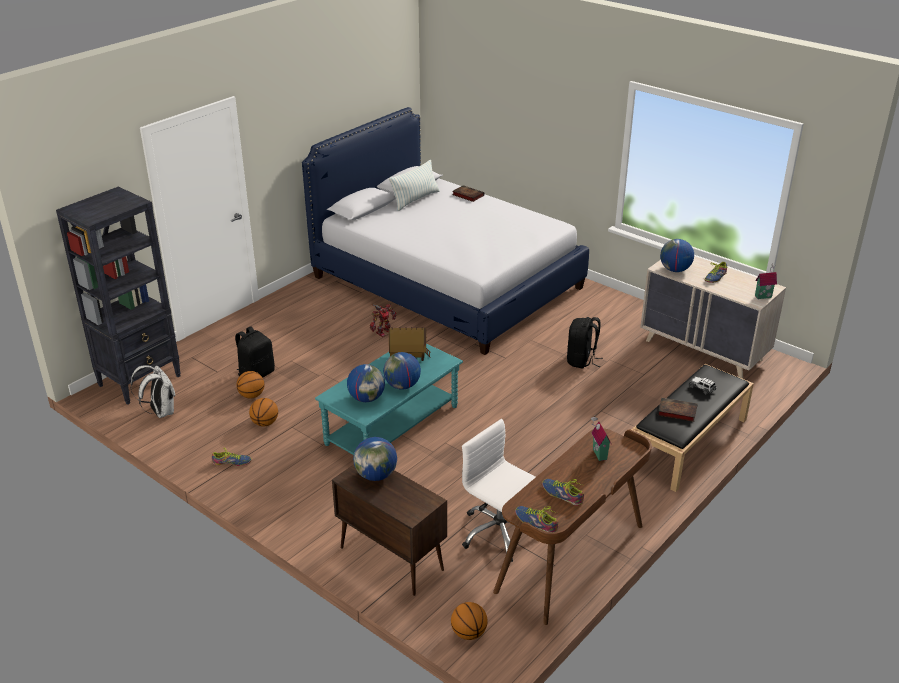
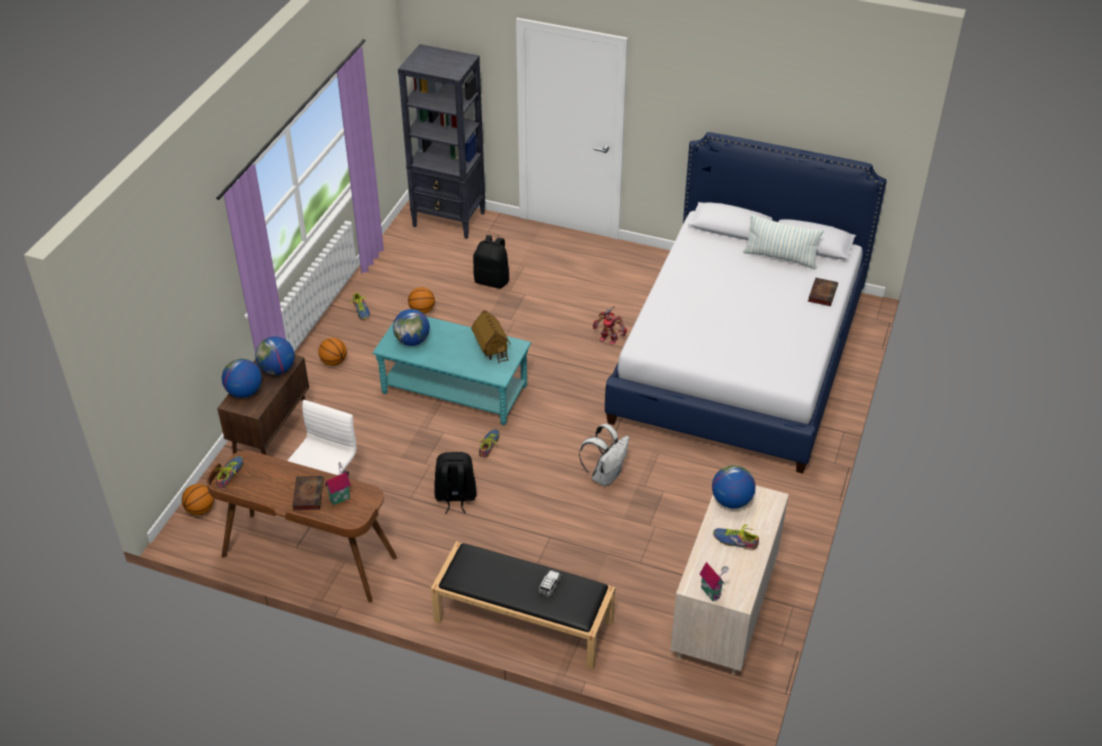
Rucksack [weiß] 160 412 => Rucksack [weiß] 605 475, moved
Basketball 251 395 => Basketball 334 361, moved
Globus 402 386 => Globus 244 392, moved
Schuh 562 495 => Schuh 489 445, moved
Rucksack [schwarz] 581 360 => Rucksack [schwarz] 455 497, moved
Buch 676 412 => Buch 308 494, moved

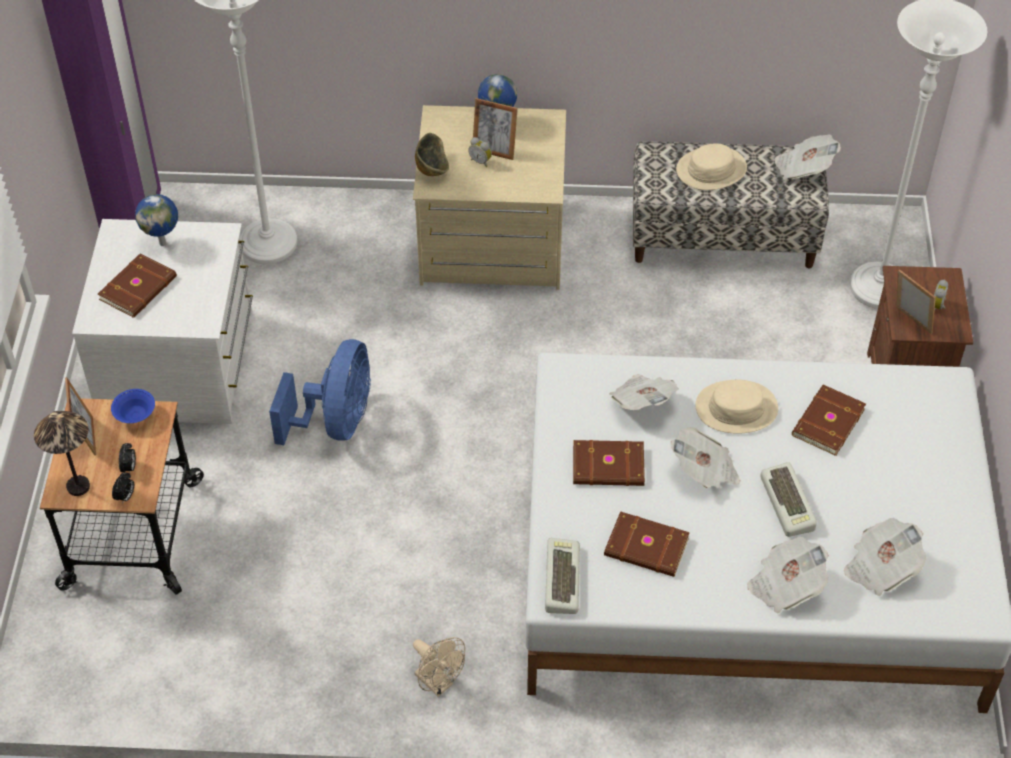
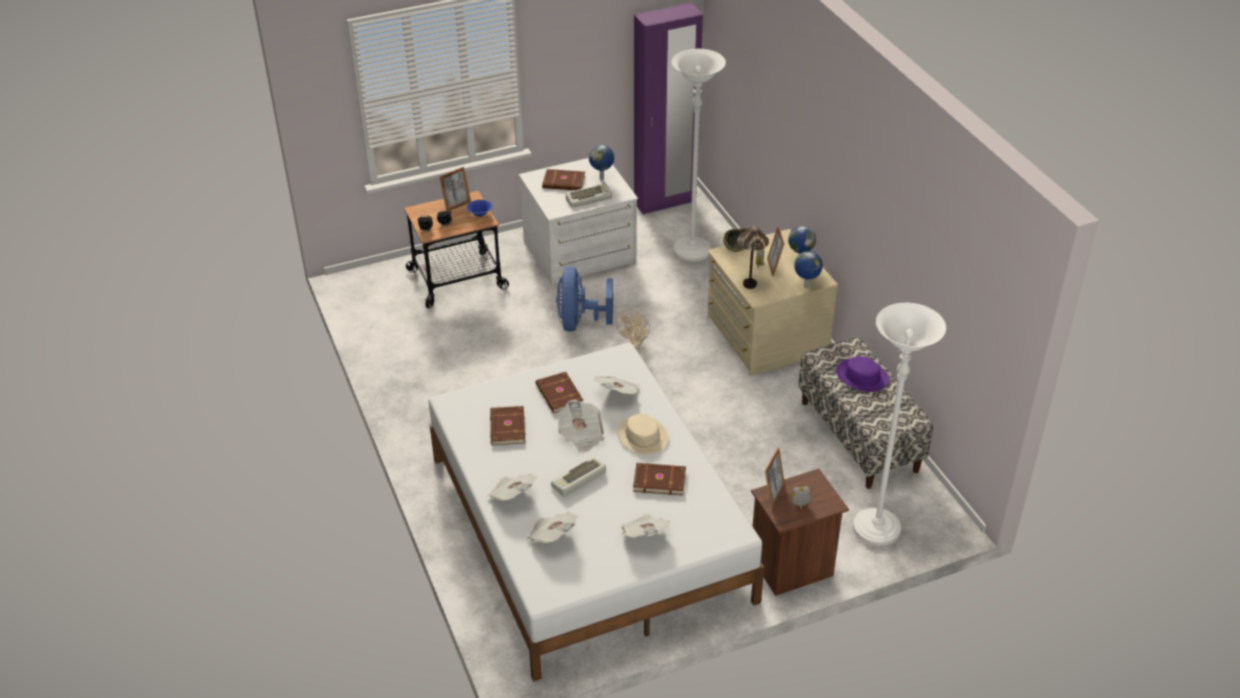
nothing => Globus 806 287
Tischlampe 78 486 => Tischlampe 750 284, moved
Ventilator [beige] 438 683 => Ventilator [beige] 634 344, moved
Tastatur 560 579 => Tastatur 589 198, moved
Zeitung 803 168 => Zeitung 645 535, moved
Hut [beige] 711 170 => Hut [lila] 862 376
Ventilator [blau] 336 422 => Ventilator [blau] 579 322, 105 degrees clockwise

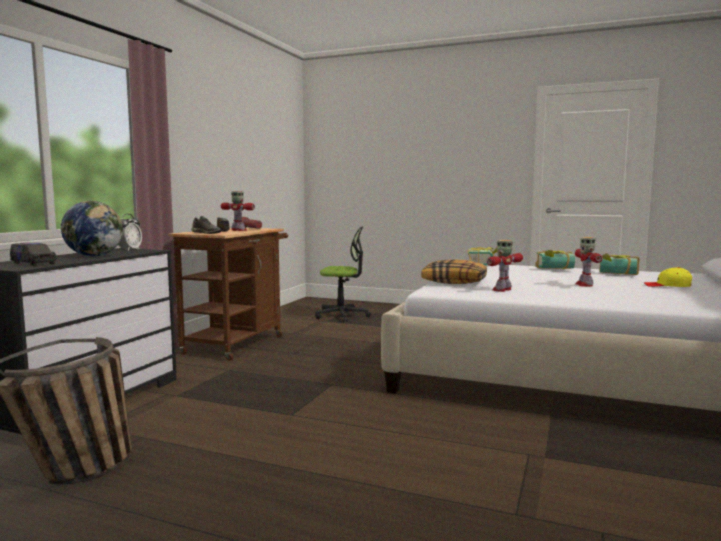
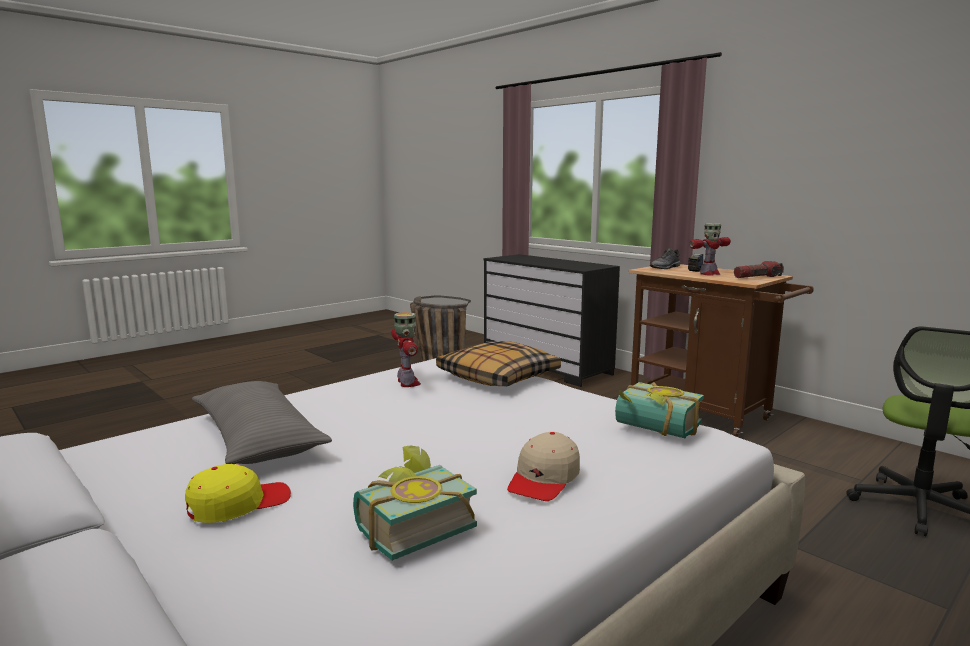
Spielzeuglaster 33 263 => nothing
Globus 94 256 => nothing
Wecker 129 250 => nothing
Spielzeugroboter 584 285 => nothing
nothing => Kissen [grau] 257 438
Buch 555 269 => Kappe [beige] 544 479

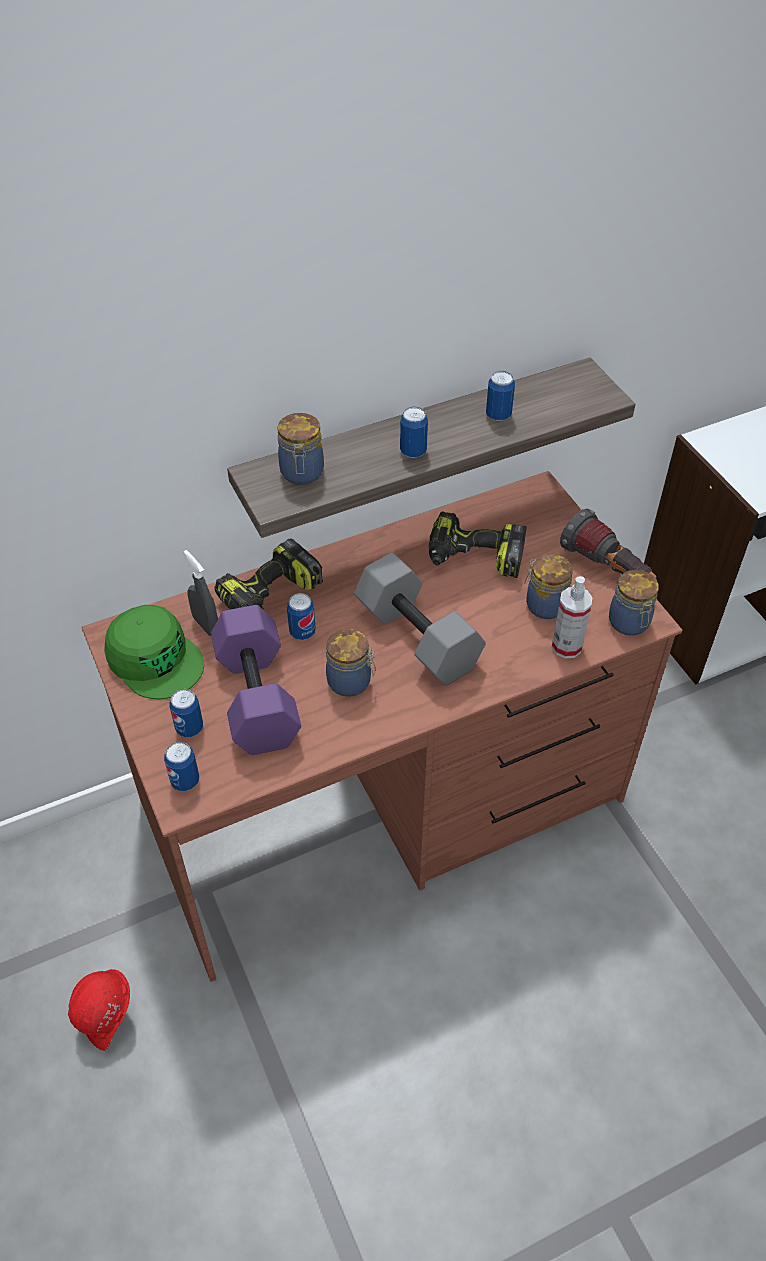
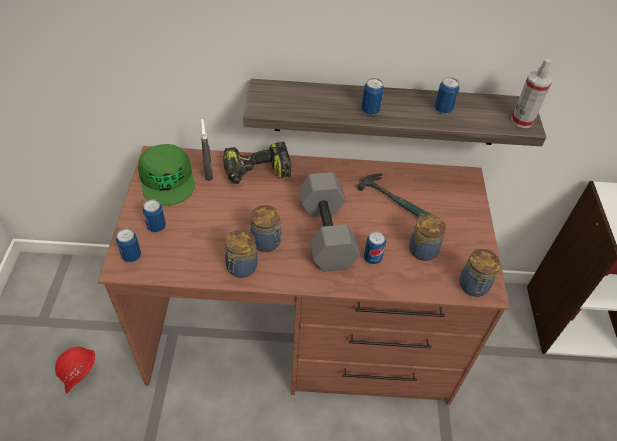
Hantel [lila] 259 698 => nothing
Taschenlampe 607 570 => nothing
Vorratsglas 302 473 => Vorratsglas 241 268, moved
Dose 302 632 => Dose 372 258, moved
Sprühflasche 566 646 => Sprühflasche 522 120, moved
Bohrmaschine 474 557 => Hammer 395 201

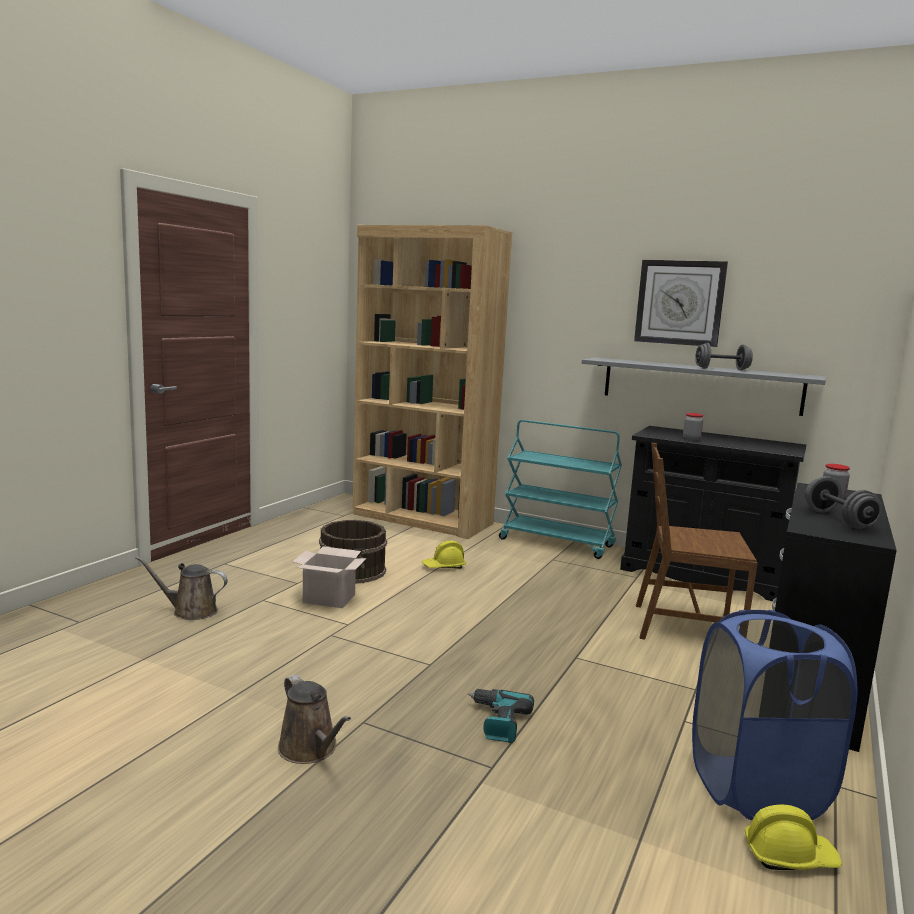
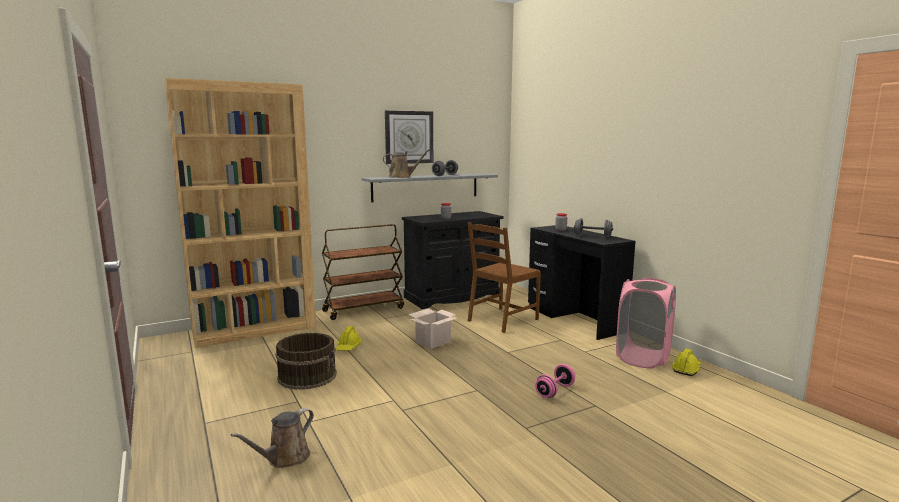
Gießkanne [braun] 310 749 => Gießkanne [braun] 402 177, moved
Karton 330 598 => Karton 433 341, moved
Bohrmaschine 497 722 => Hantel [rosa] 555 391
Rollwagen [türkis] 557 543 => Rollwagen [braun] 364 309
Wäschekorb [blau] 757 789 => Wäschekorb [rosa] 643 358

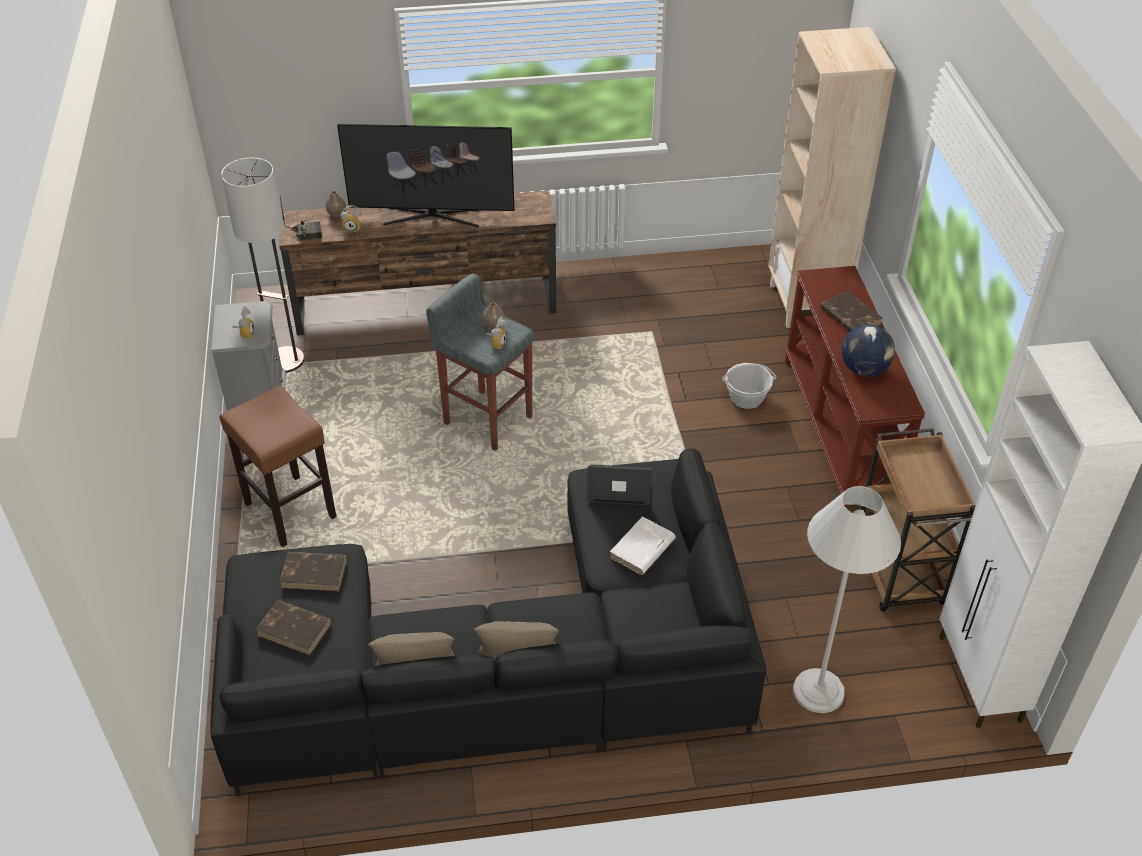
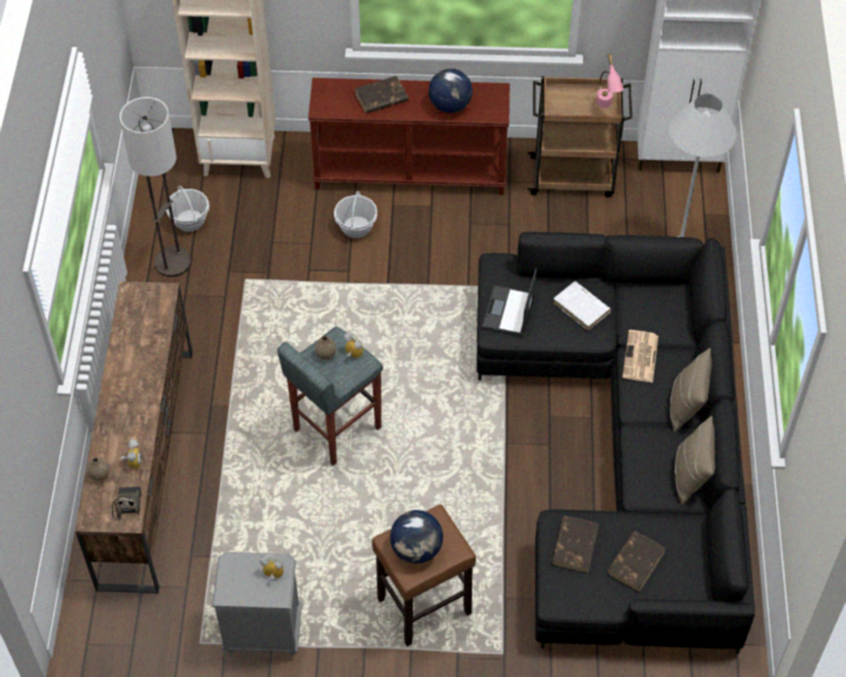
Fernseher 432 216 => nothing
nothing => Korb 189 220
nothing => Globus 416 550
nothing => Tischlampe [rosa] 606 108
nothing => Zeitung 640 357
Stehlampe 285 360 => Stehlampe 172 262, moved

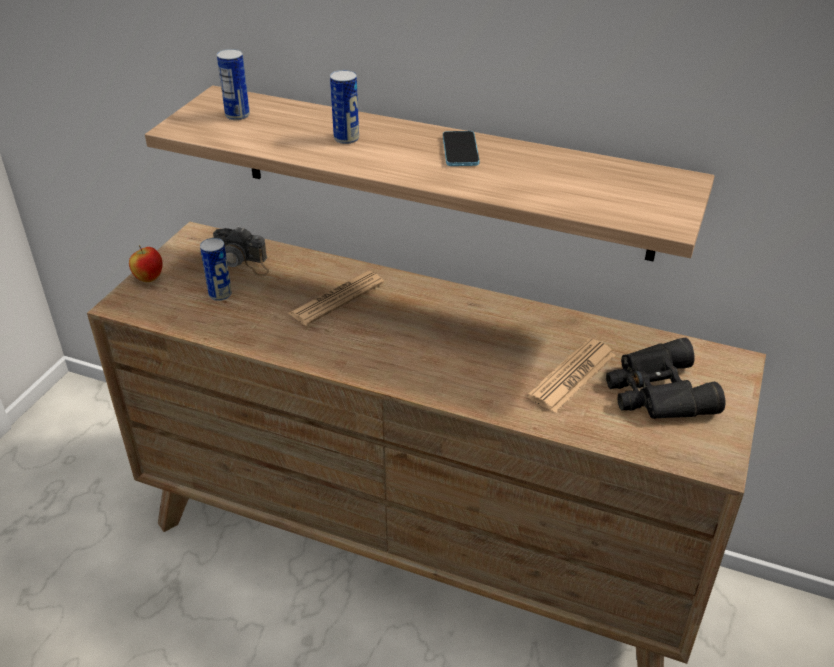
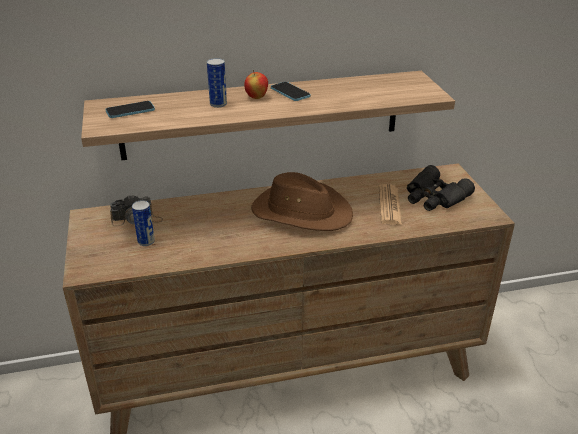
Zeitung 337 299 => nothing
nothing => Hut [braun] 301 212
Apfel 149 278 => Apfel 256 97, moved
Dose 237 115 => Handy 130 111

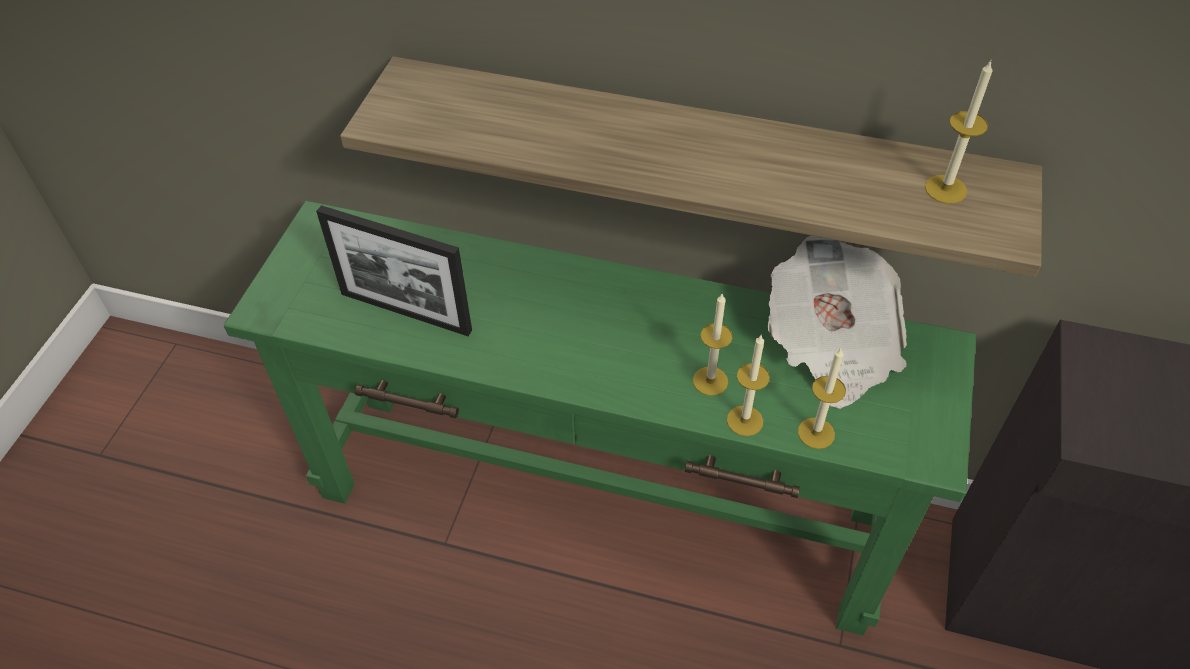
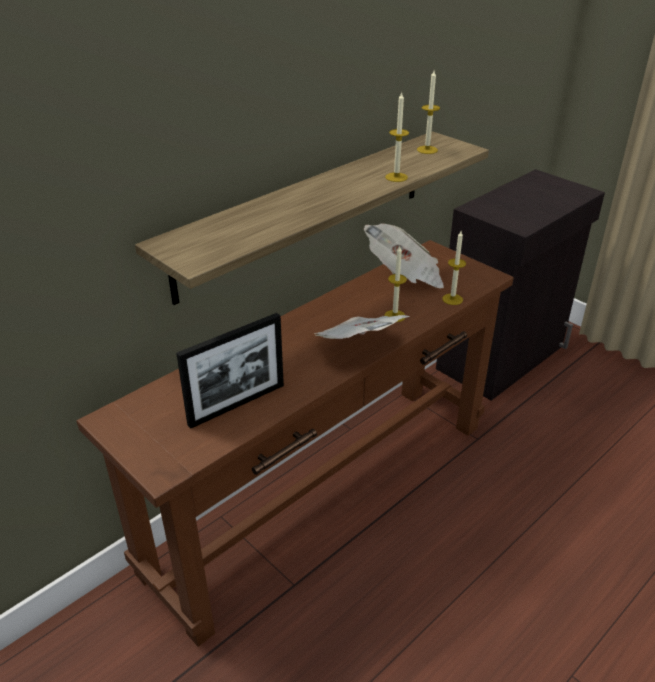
nothing => Zeitung 359 346
Kerze 745 420 => Kerze 396 177, moved
Konsolentisch [grün] 599 502 => Konsolentisch [braun] 324 493

